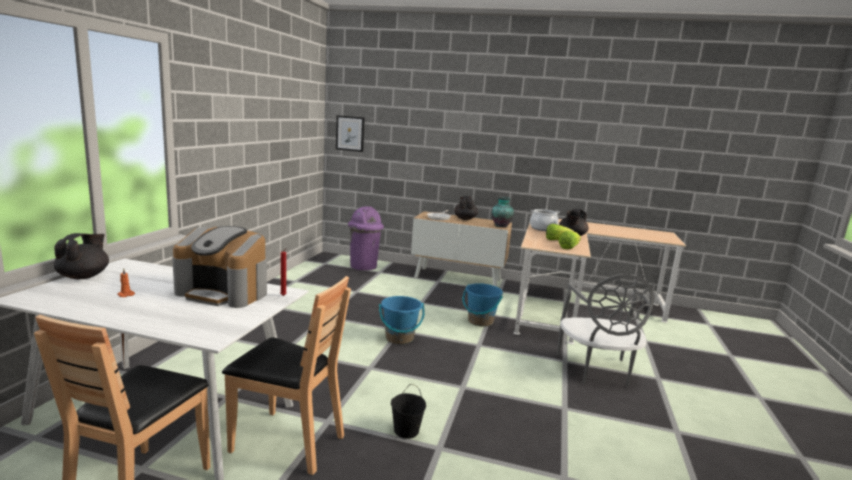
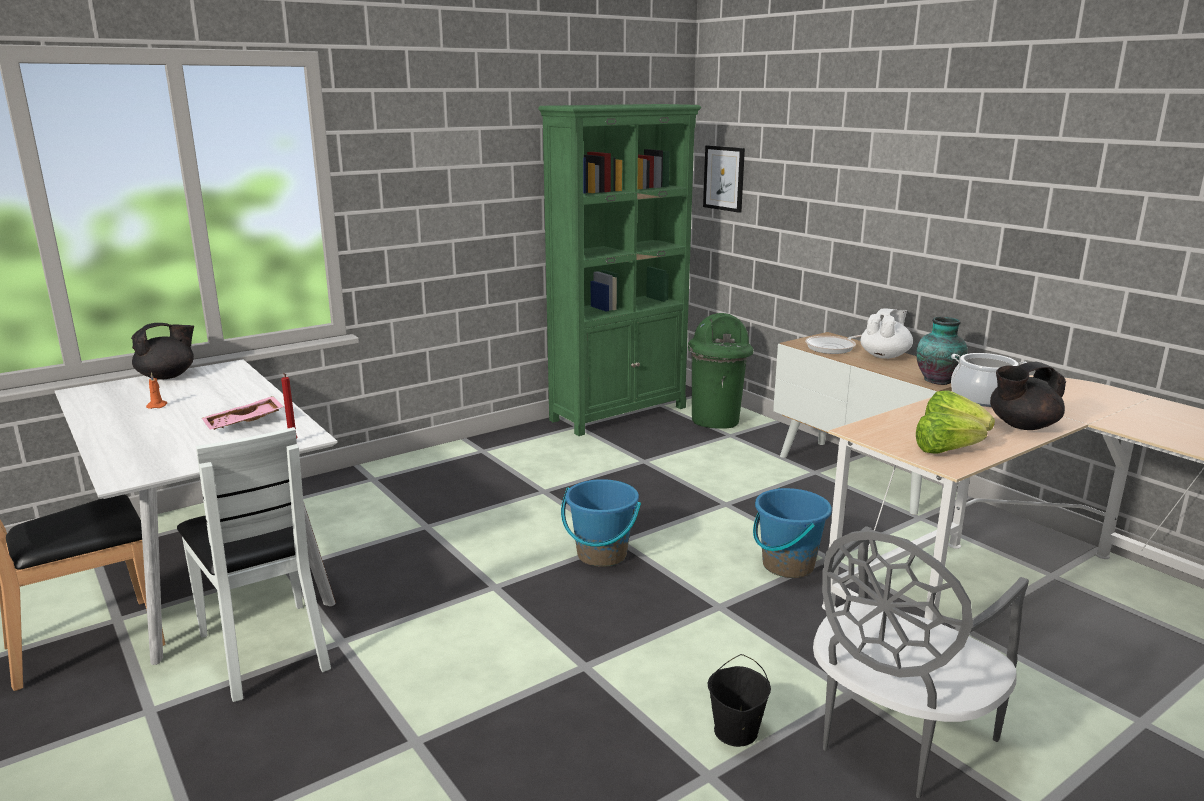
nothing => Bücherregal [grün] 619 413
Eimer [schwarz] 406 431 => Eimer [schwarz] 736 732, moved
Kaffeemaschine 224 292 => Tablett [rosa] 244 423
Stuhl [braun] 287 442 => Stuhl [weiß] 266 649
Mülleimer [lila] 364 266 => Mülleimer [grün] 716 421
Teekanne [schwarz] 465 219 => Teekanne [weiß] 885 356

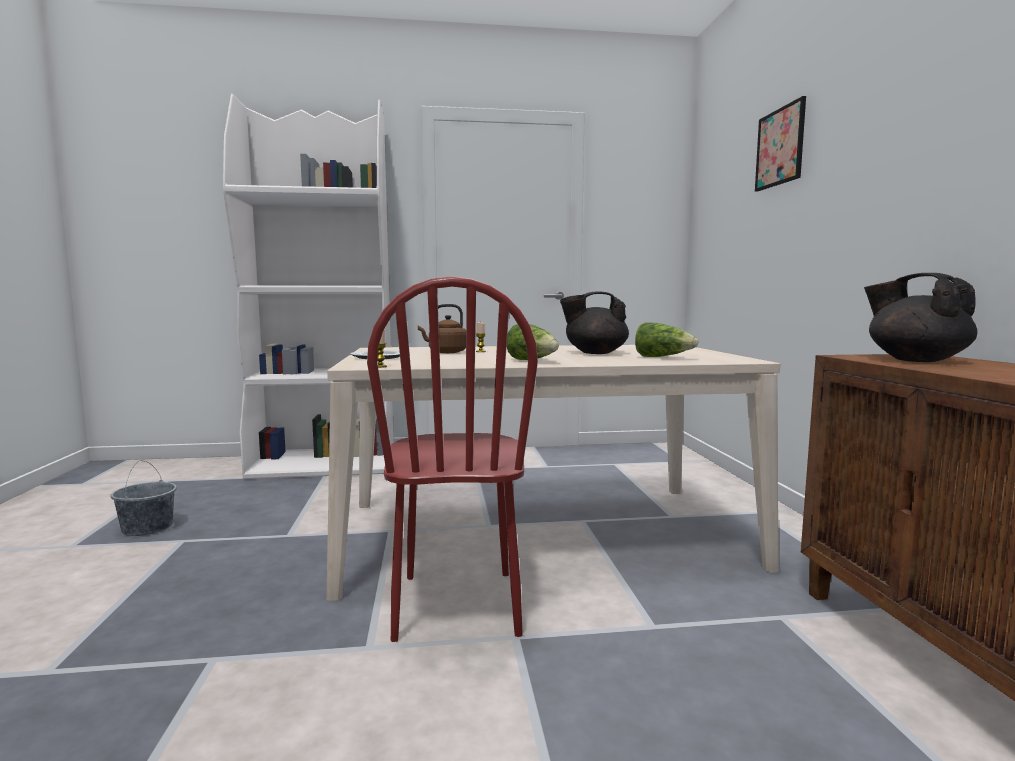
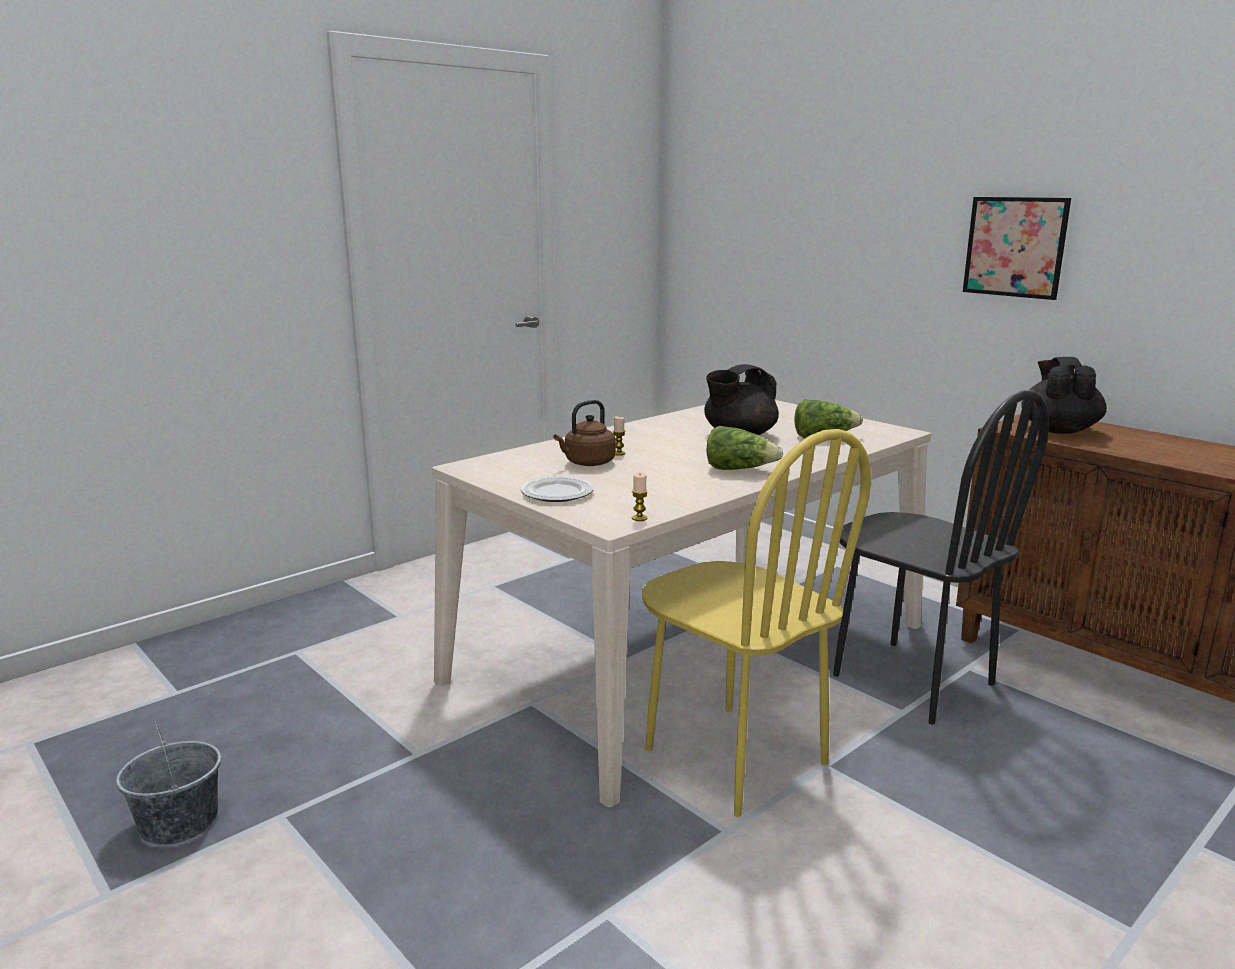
Bücherregal [weiß] 325 464 => nothing
nothing => Stuhl [schwarz] 912 680
Bild 780 147 => Bild 1015 247, moved
Stuhl [rot] 457 604 => Stuhl [gelb] 734 757
Teekanne [schwarz] 915 360 => Teekanne [schwarz] 1058 430, 75 degrees clockwise

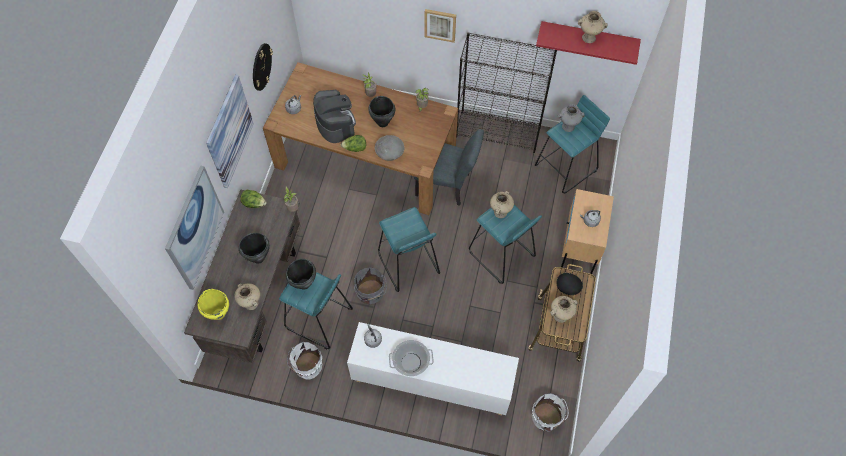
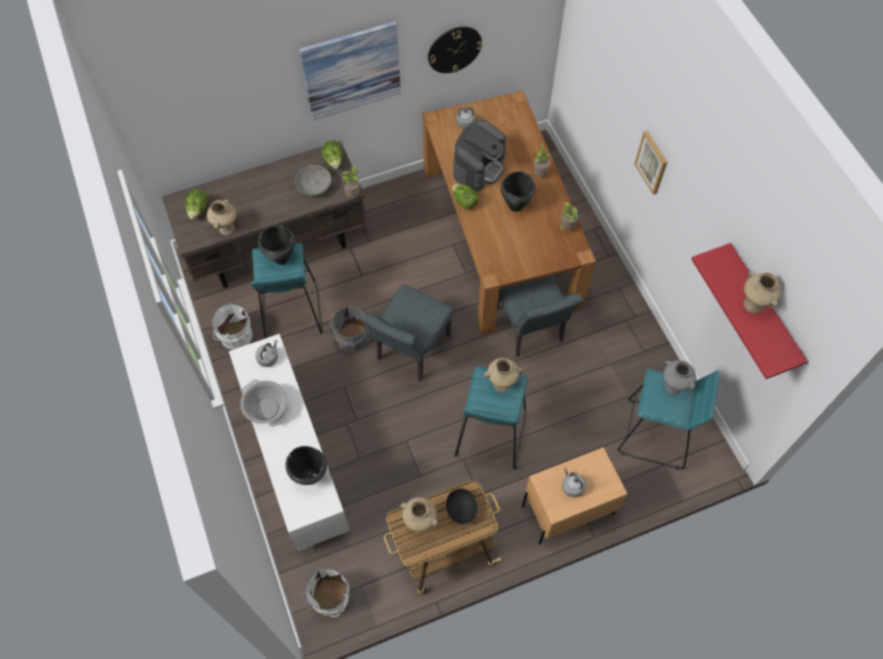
Bild 194 228 => nothing
Bücherregal [schwarz] 498 132 => nothing
Kochtopf [schwarz] 258 258 => Kochtopf [schwarz] 310 476, moved
Schüssel [grau] 389 152 => Schüssel [grau] 314 186, moved
Kochtopf [gelb] 219 314 => Salatkopf 198 210
Hocker [türkis] 408 264 => Stuhl [grau] 410 351

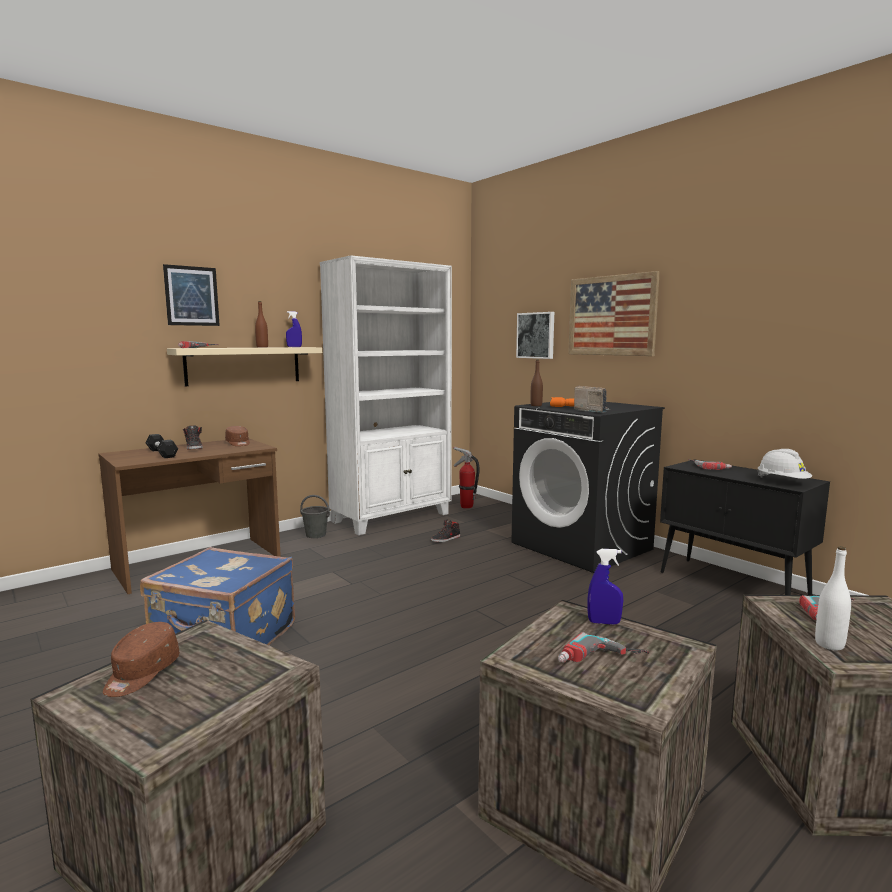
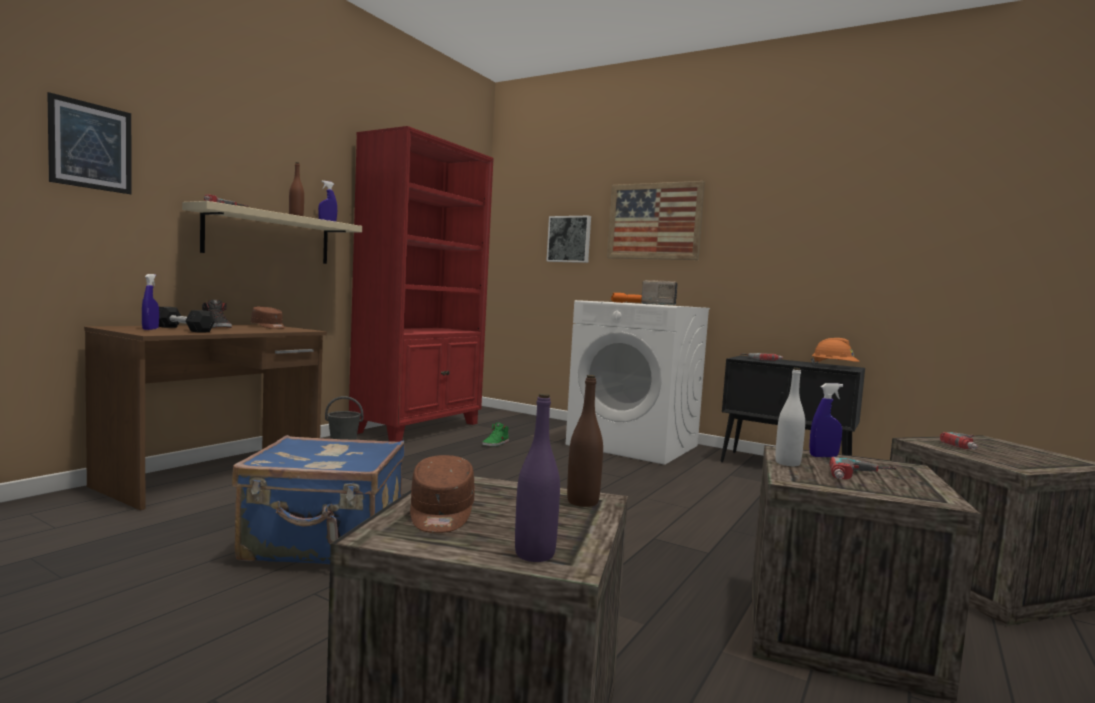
Feuerlöscher 466 506 => nothing
nothing => Sprühflasche [blau] 150 329
nothing => Flasche [lila] 534 554
Bild 192 296 => Bild 91 146, moved
Flasche [braun] 536 405 => Flasche [braun] 582 502, moved
Flasche [weiß] 829 644 => Flasche [weiß] 787 463, moved
Bücherregal [weiß] 392 518 => Bücherregal [rot] 419 428
Schuh [schwarz] 446 539 => Schuh [grün] 495 444
Waschmaschine [schwarz] 582 546 => Waschmaschine [weiß] 634 445
Schutzhelm [weiß] 782 482 => Schutzhelm [orange] 834 367

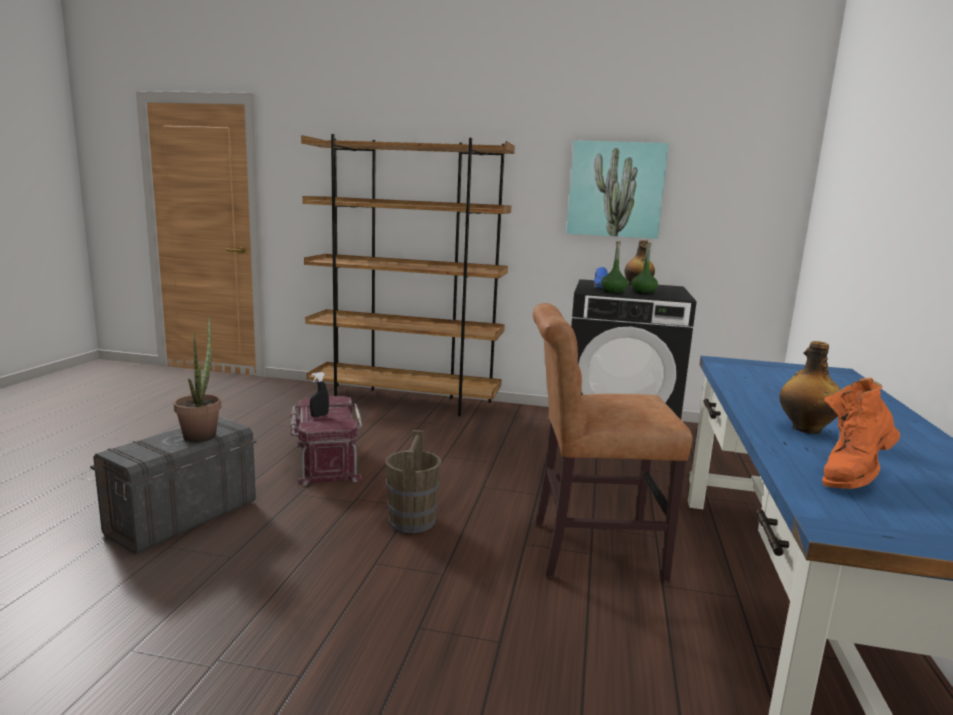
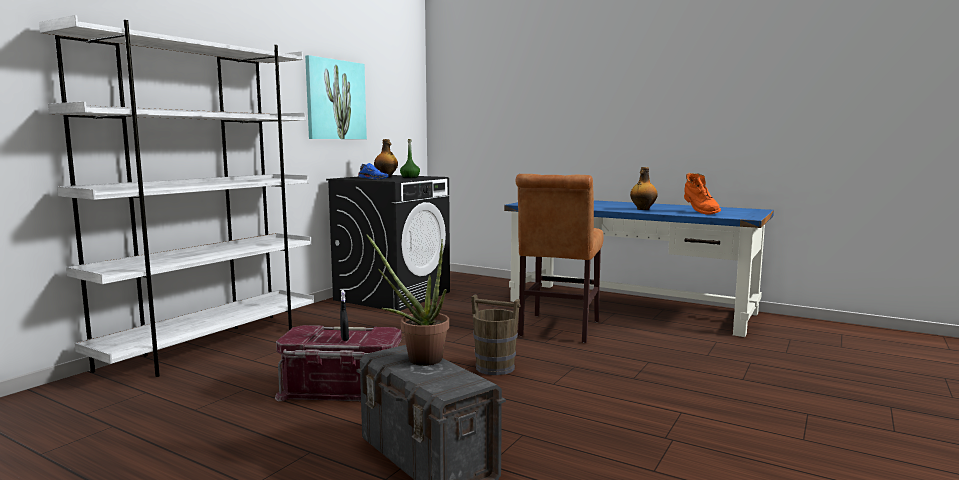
Flasche [grün] 613 292 => nothing
Bücherregal [braun] 405 400 => Bücherregal [weiß] 212 345

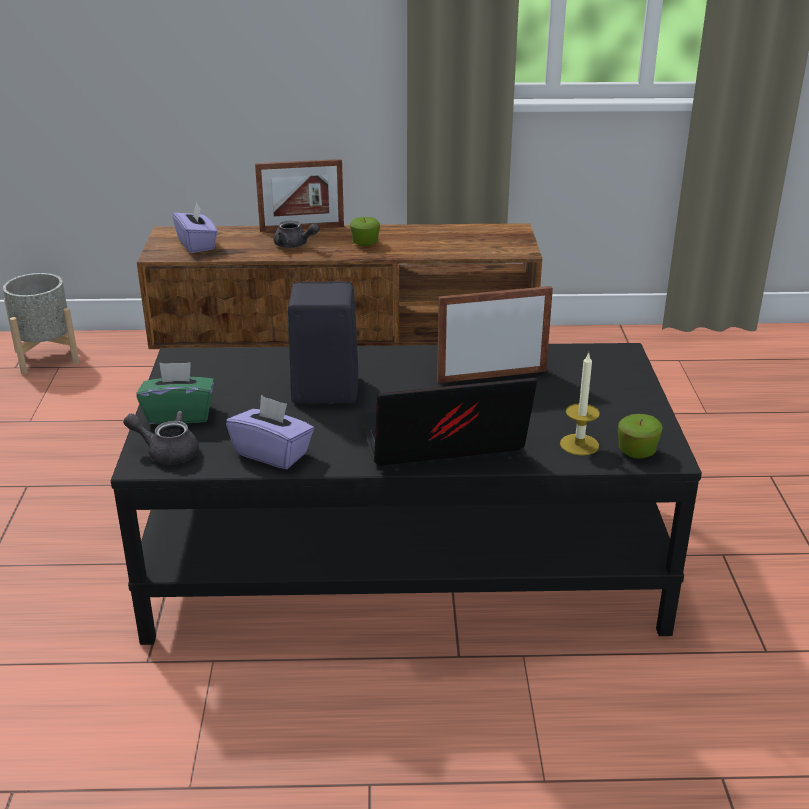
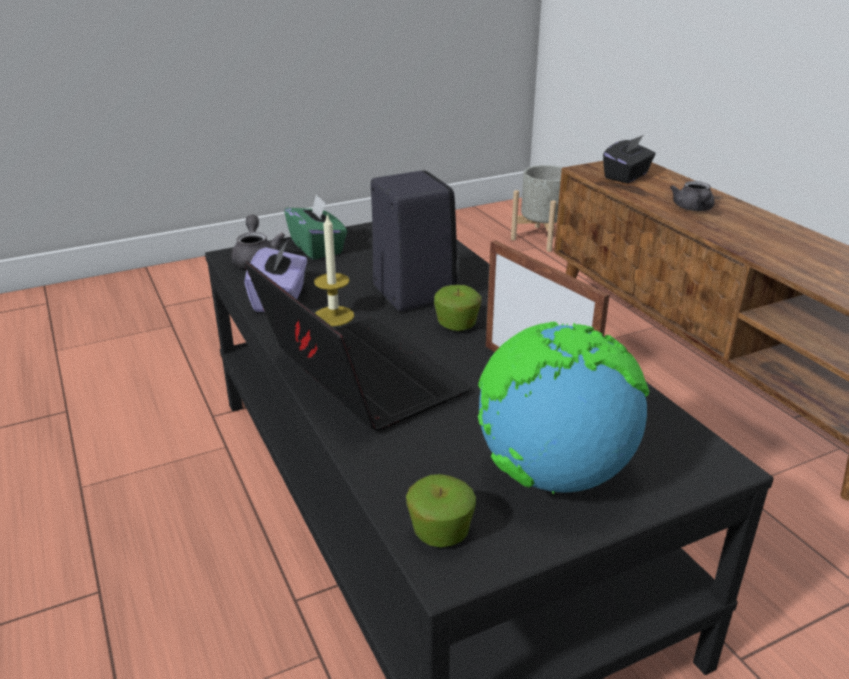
Bilderrahmen 302 228 => nothing
nothing => Globus 552 474
Apfel 365 243 => Apfel 457 325, moved
Kerze 579 444 => Kerze 334 316, moved
Taschentuchbox [lila] 197 244 => Taschentuchbox [schwarz] 627 176

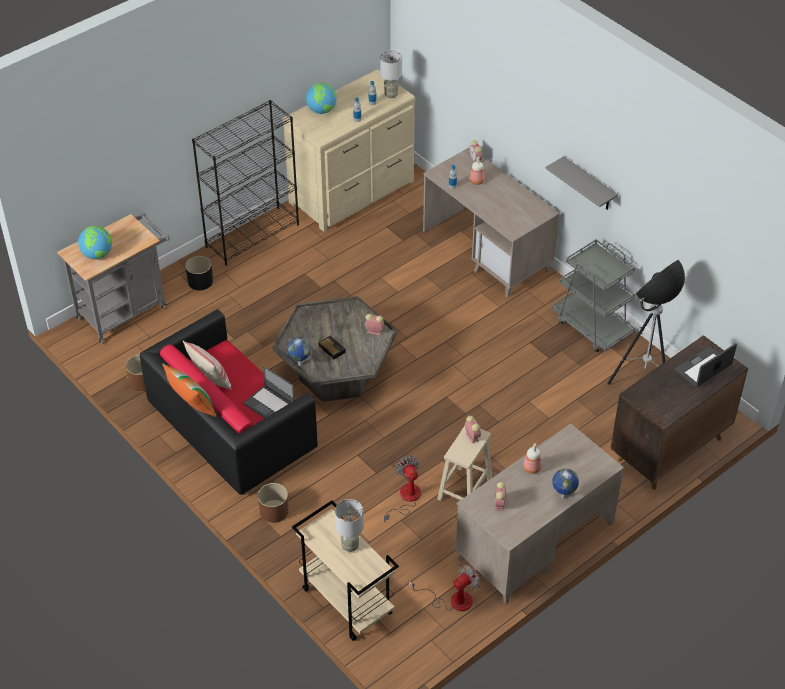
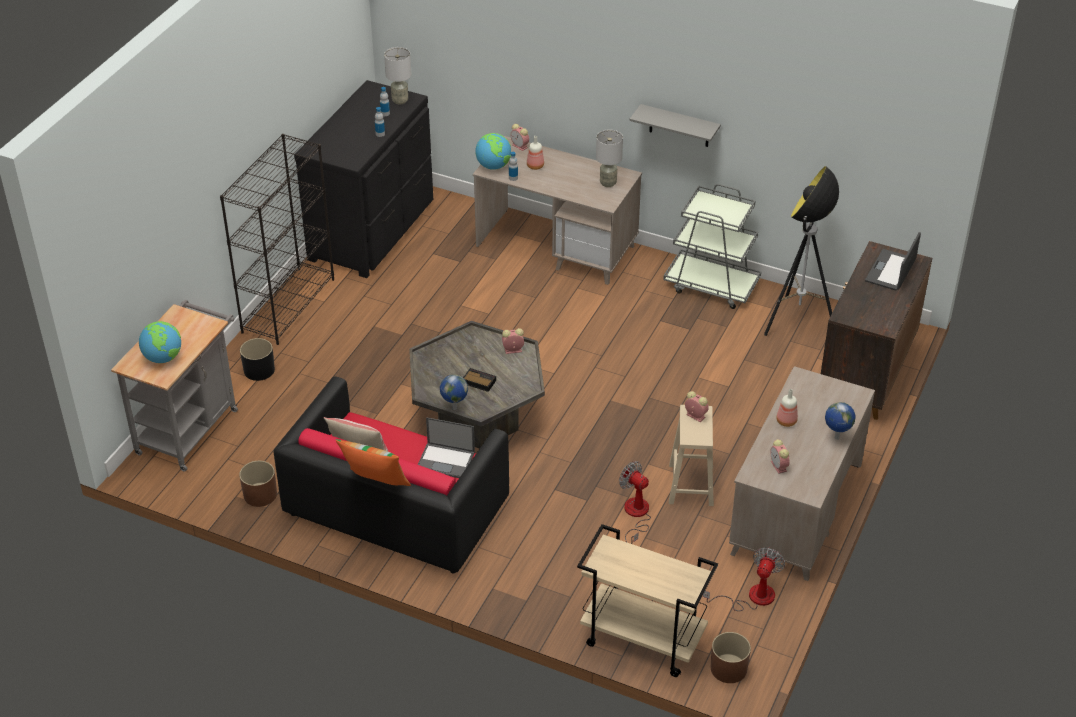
Pflanzkübel [braun] 273 511 => Pflanzkübel [braun] 728 669, moved
Globus 321 110 => Globus 493 166, moved
Tischlampe [grau] 350 545 => Tischlampe [grau] 608 183, moved
Kommode [beige] 353 192 => Kommode [schwarz] 373 230

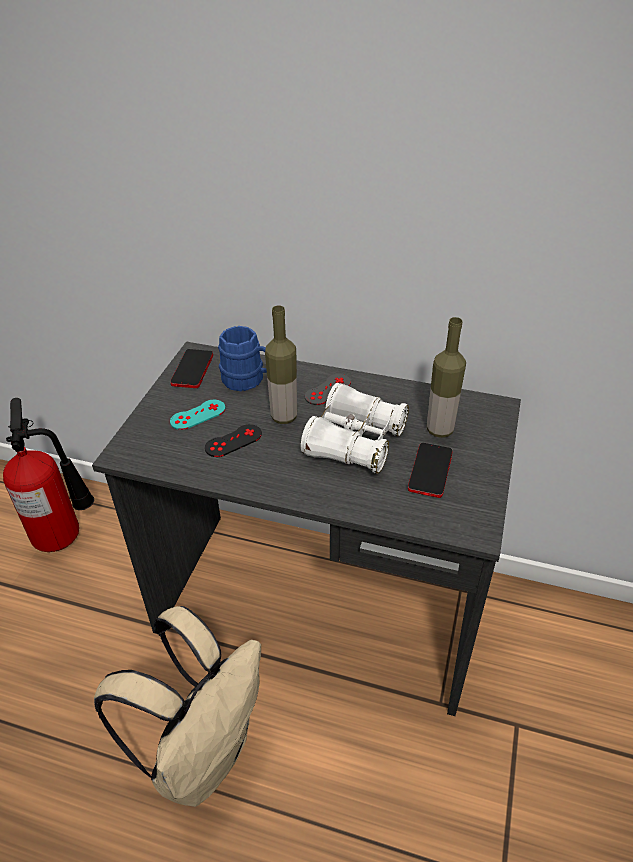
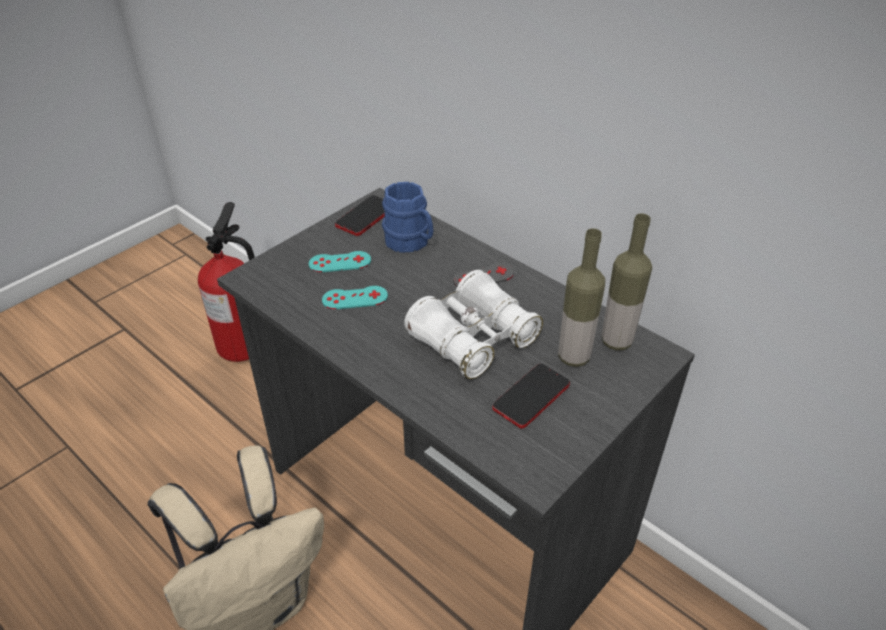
Flasche 284 417 => Flasche 616 341, moved
Gamepad [schwarz] 233 441 => Gamepad [türkis] 355 298

